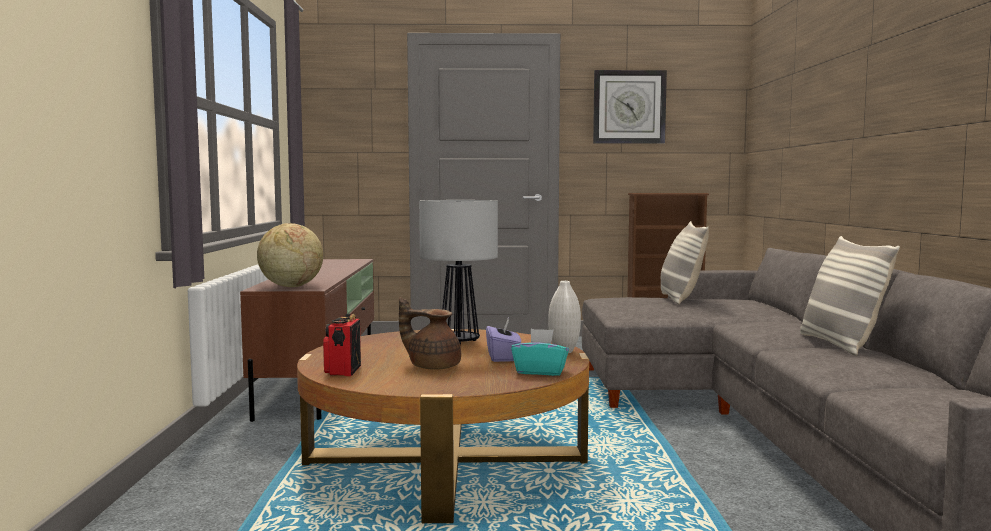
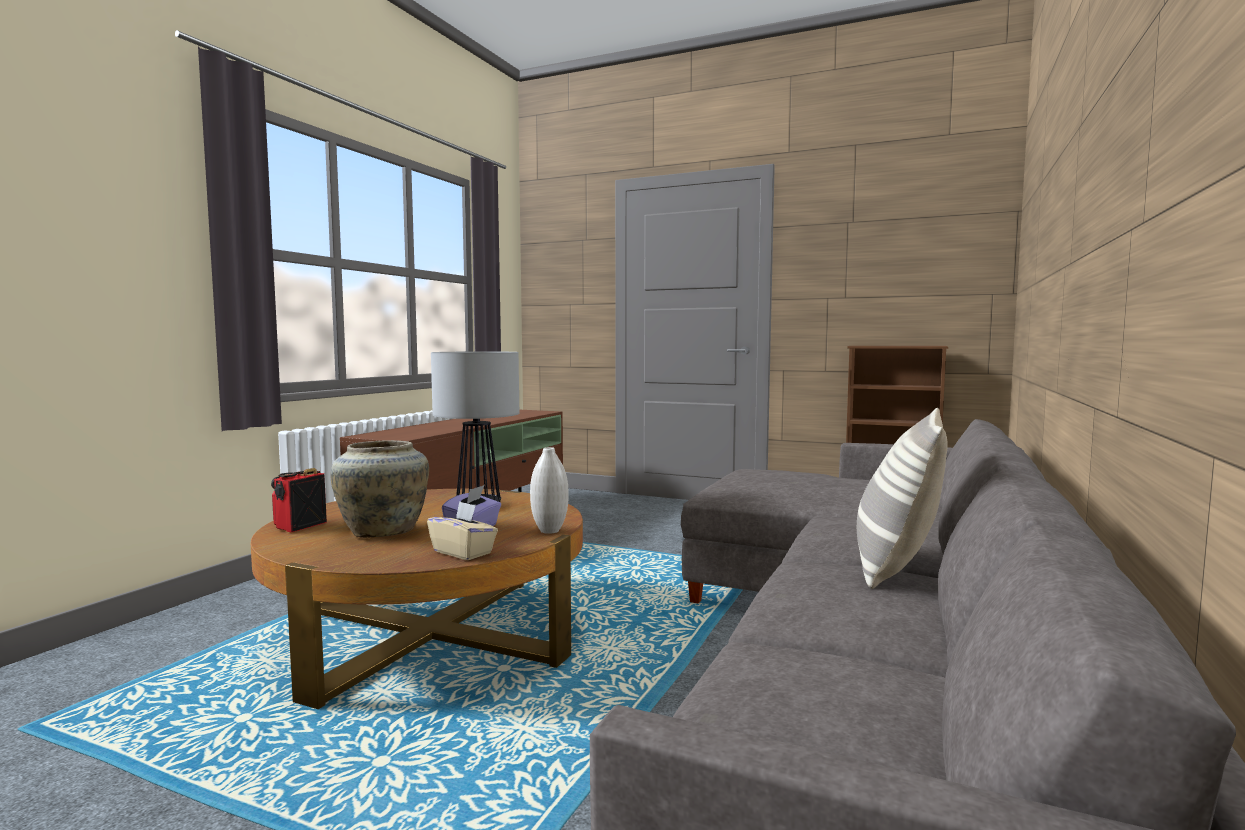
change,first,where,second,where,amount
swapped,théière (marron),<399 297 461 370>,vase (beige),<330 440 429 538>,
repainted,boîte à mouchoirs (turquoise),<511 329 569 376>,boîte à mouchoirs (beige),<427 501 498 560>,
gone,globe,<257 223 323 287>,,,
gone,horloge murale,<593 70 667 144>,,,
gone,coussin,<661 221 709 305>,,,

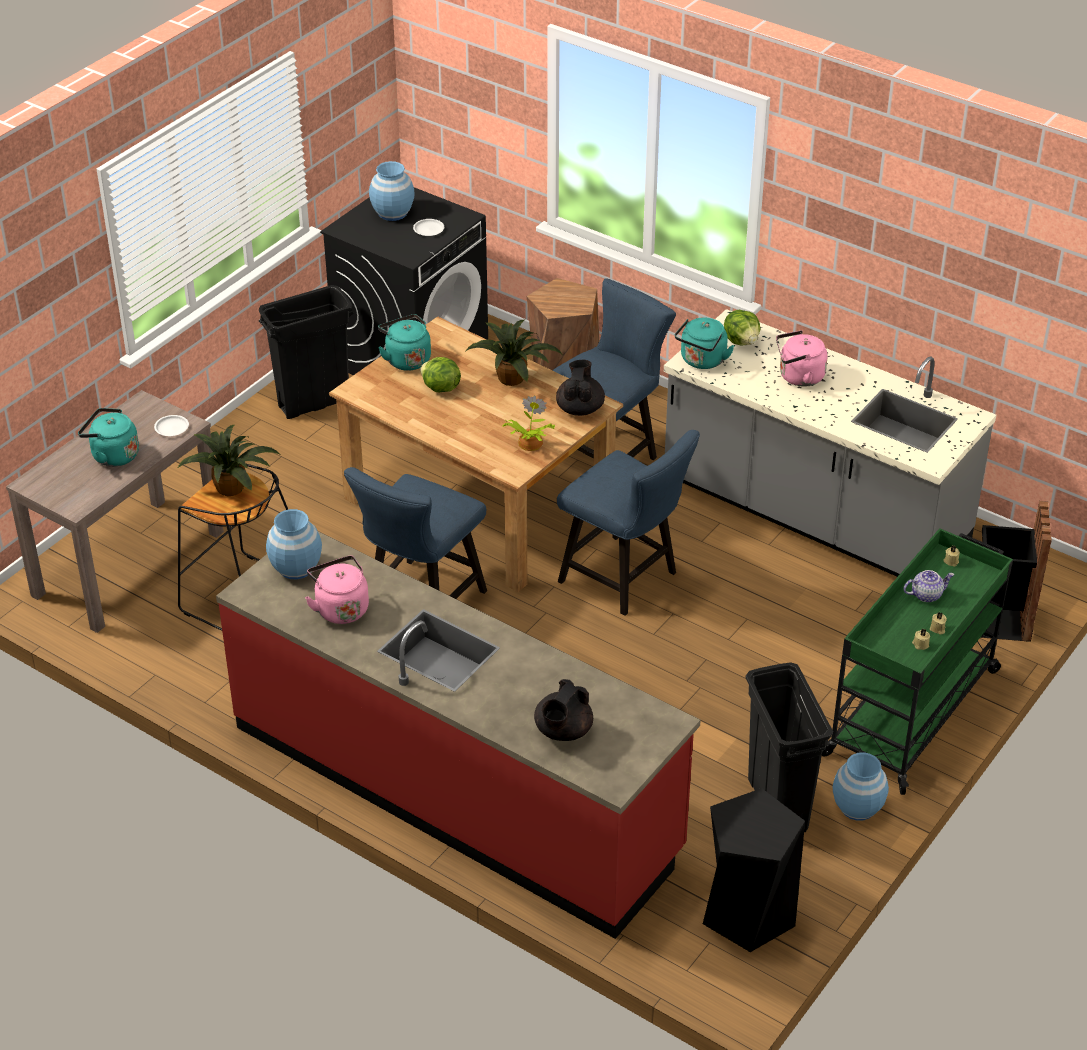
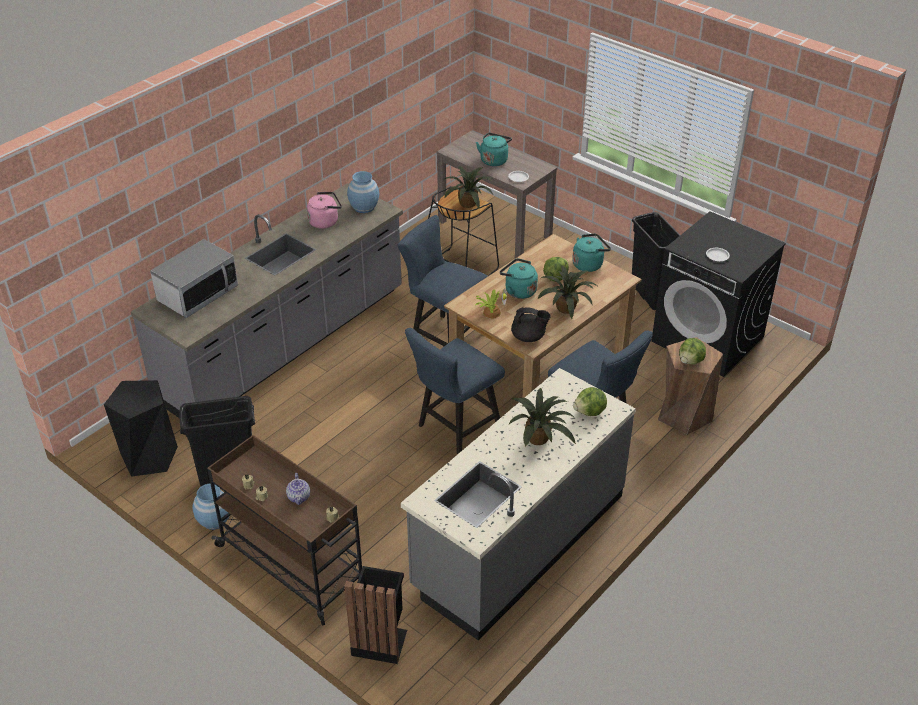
change,first,where,second,where,amount
repainted,comptoir de cuisine (rouge),<216 531 701 939>,comptoir de cuisine (gris),<131 183 403 419>,
swapped,théière (noir),<534 679 593 741>,micro-ondes,<150 239 238 318>,
repainted,chariot (vert),<822 528 1013 795>,chariot (marron),<207 435 362 626>,
shifted,bouilloire (turquoise),<675 318 734 369>,,<500 258 538 299>,
swapped,bouilloire (rose),<776 330 828 387>,plante en pot,<509 388 576 447>,
new,,,laitue,<679 338 706 364>,
gone,vase (bleu),<369 161 415 221>,,,

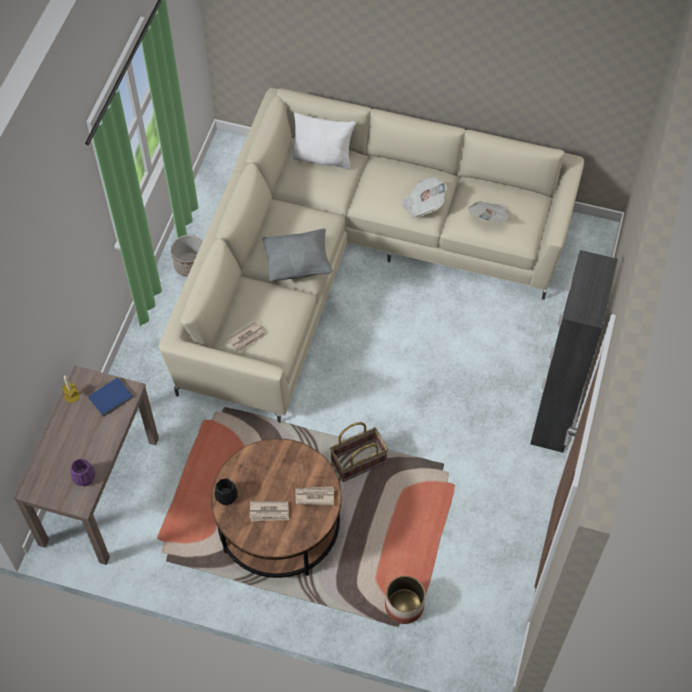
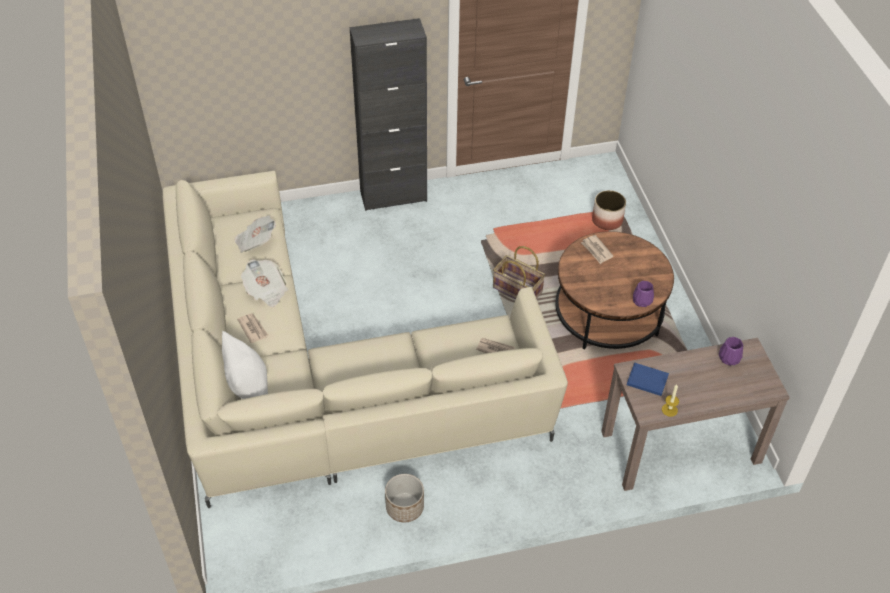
change,first,where,second,where,amount
shifted,journal,<250 501 289 521>,,<237 313 269 343>,
repainted,vase (noir),<214 478 238 505>,vase (violet),<633 281 654 307>,
gone,coussin (gris),<262 228 333 281>,,,

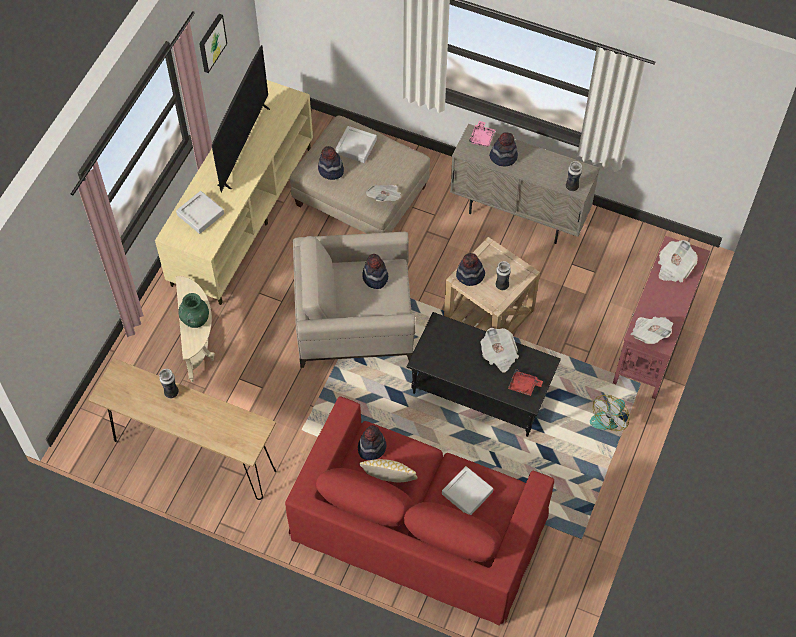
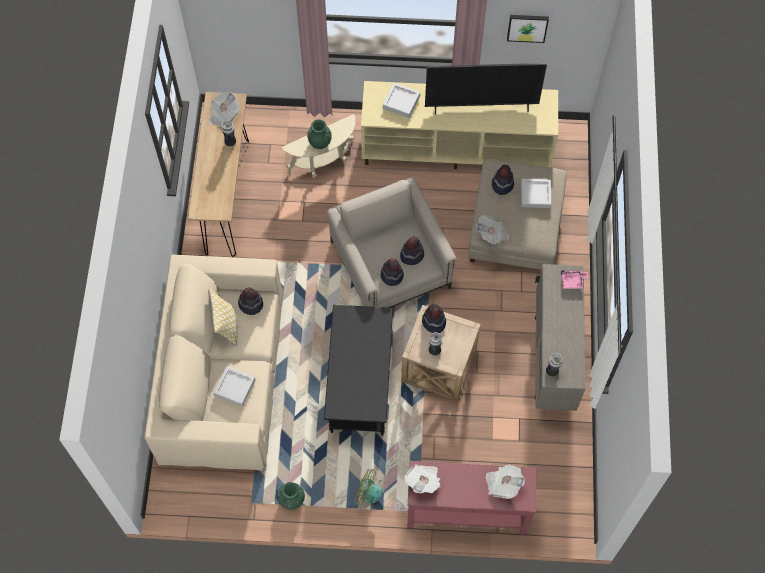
change,first,where,second,where,amount
repainted,canapé (rouge),<285 396 554 626>,canapé (beige),<145 255 284 471>,
shifted,journal,<480 327 519 373>,,<208 92 240 127>,
new,,,vase (vert),<277 482 305 510>,
shifted,chapeau,<489 132 518 166>,,<381 258 404 286>,
gone,plateau (rouge),<508 369 543 396>,,,

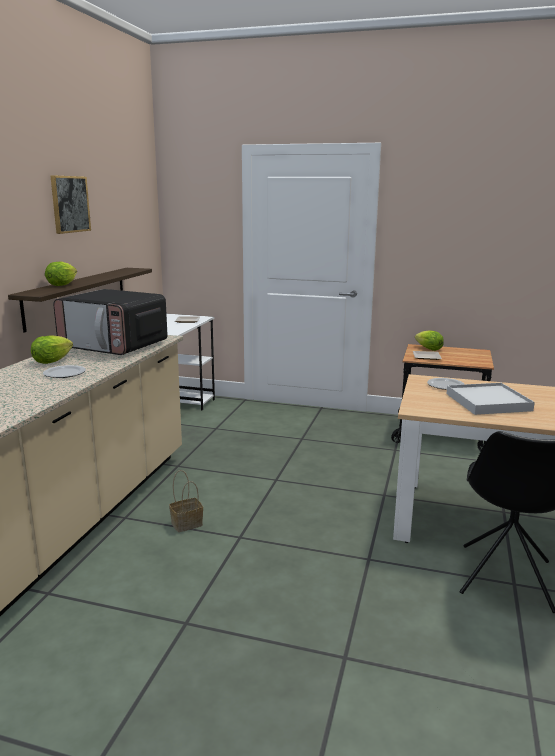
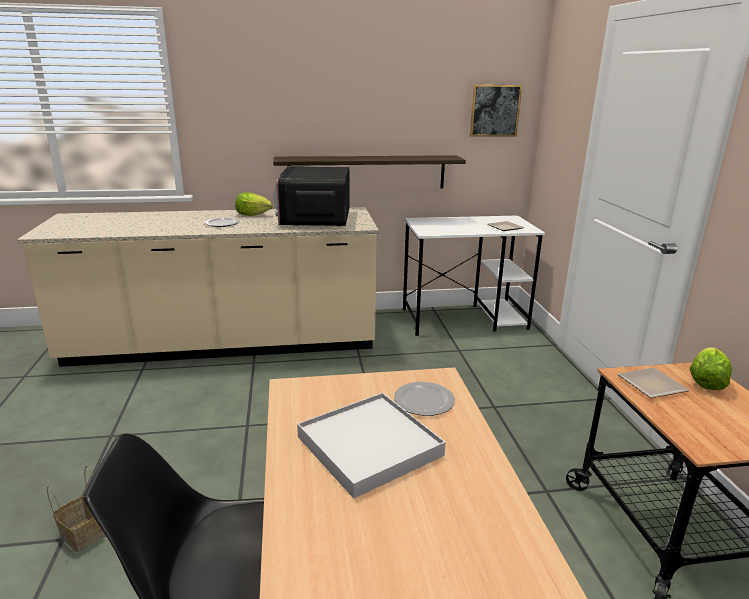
change,first,where,second,where,amount
shifted,panier,<169 470 203 532>,,<47 465 105 552>,
shifted,tableau,<51 175 91 234>,,<470 85 522 137>,
gone,laitue,<45 261 77 286>,,,

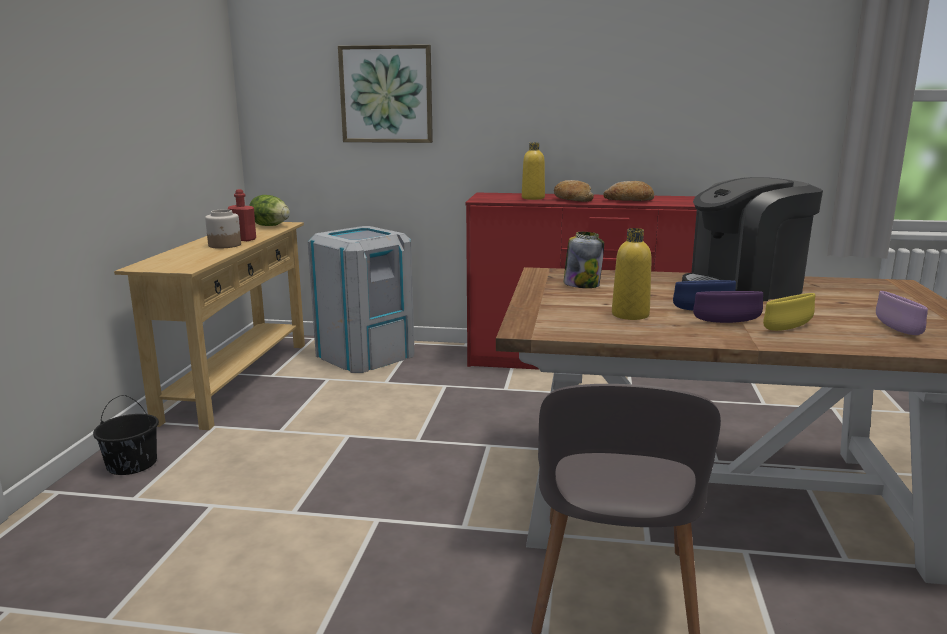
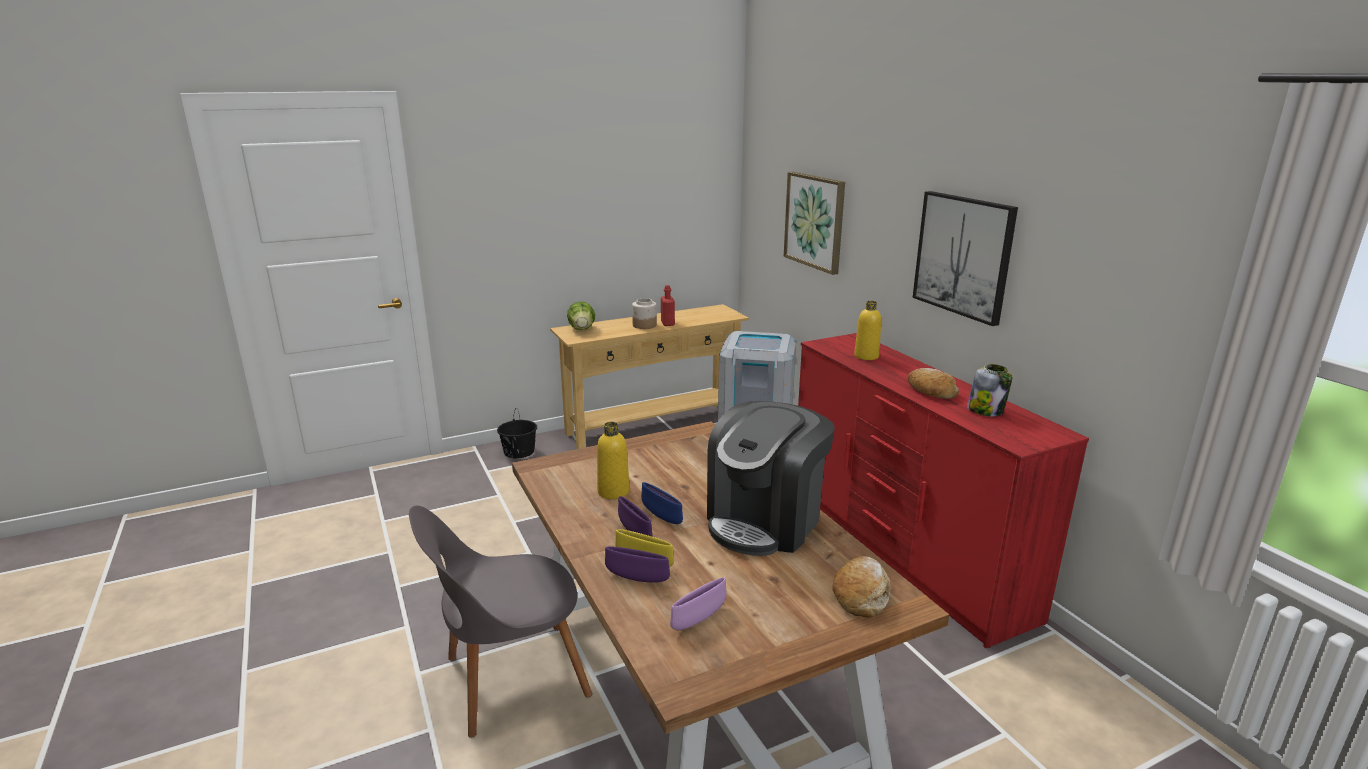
change,first,where,second,where,amount
shifted,laitue,<249 195 290 226>,,<567 301 595 330>,
new,,,bol (violet),<605 546 670 583>,
rotated,machine à café,<682 177 823 301>,,<707 401 835 556>,90 degrees counterclockwise
shifted,pain,<554 180 594 202>,,<832 556 890 618>,
new,,,tableau,<913 191 1018 326>,
shifted,bocal,<564 232 604 288>,,<967 364 1013 416>,

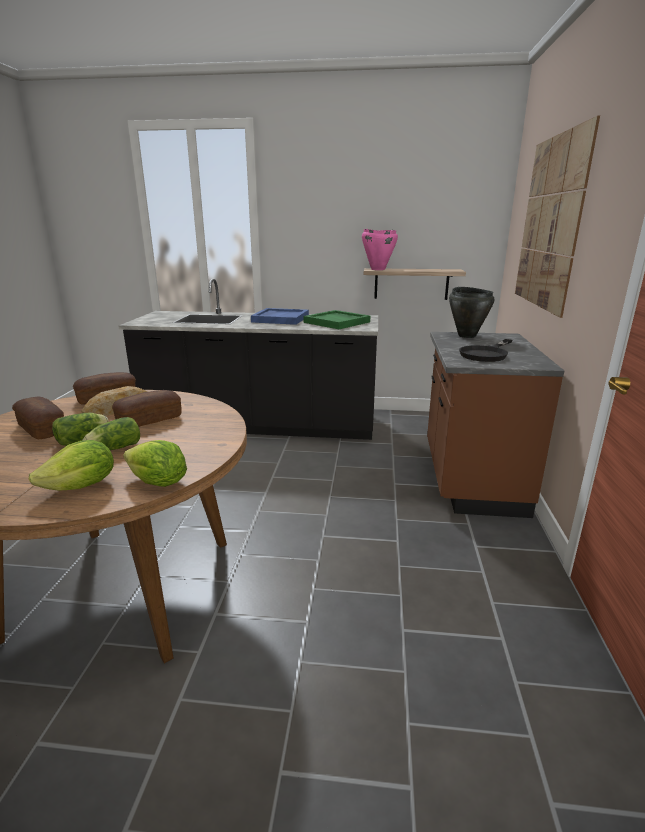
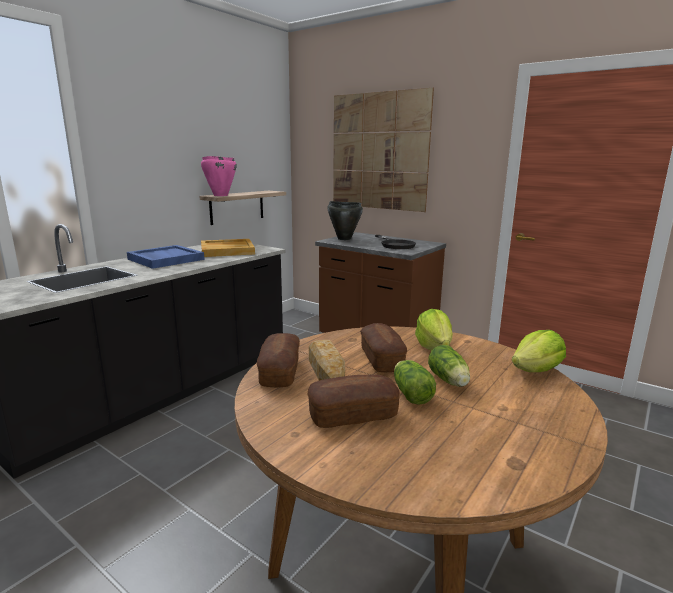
change,first,where,second,where,amount
repainted,plateau (vert),<304 310 370 329>,plateau (beige),<201 239 255 257>,
shifted,laitue,<29 440 114 491>,,<415 309 453 351>,

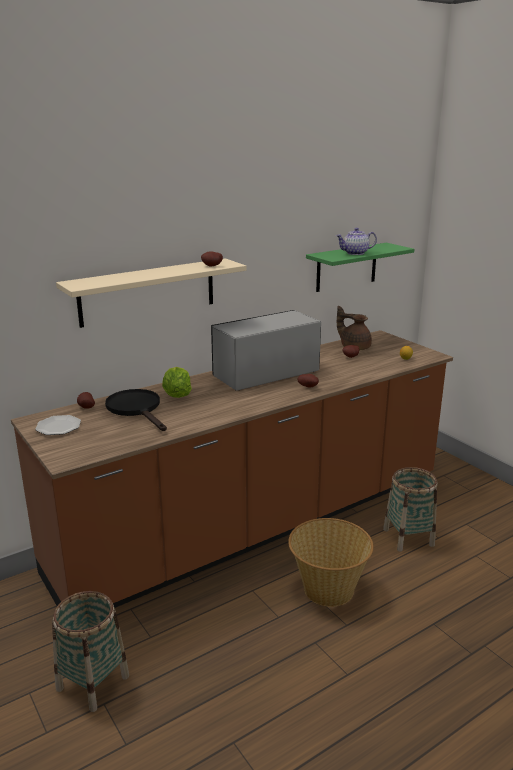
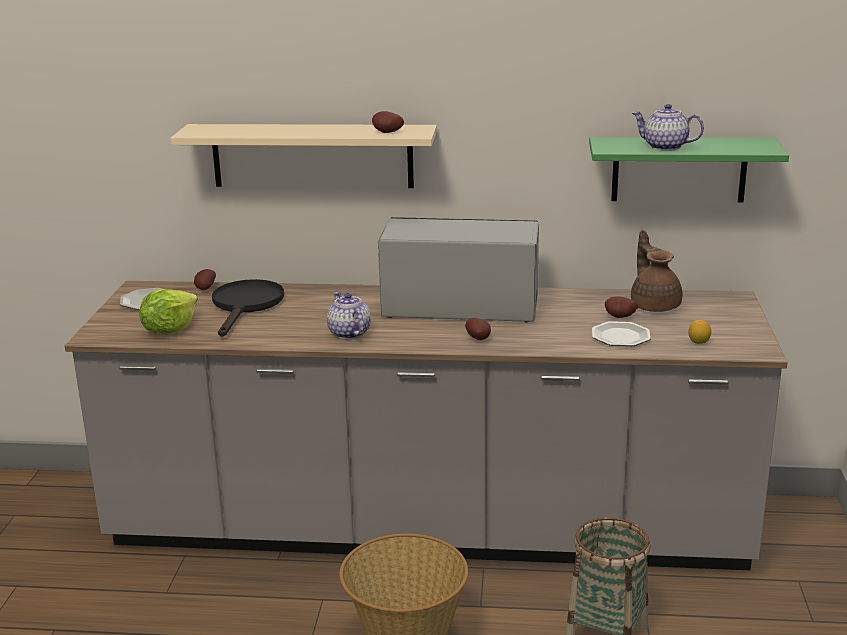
change,first,where,second,where,amount
repainted,comptoir de cuisine (marron),<11 330 453 608>,comptoir de cuisine (gris),<65 281 788 570>,
shifted,laitue,<162 367 192 398>,,<139 289 198 334>,
new,,,théière,<327 292 371 339>,
new,,,assiette,<592 321 651 346>,
gone,panier,<52 591 129 712>,,,

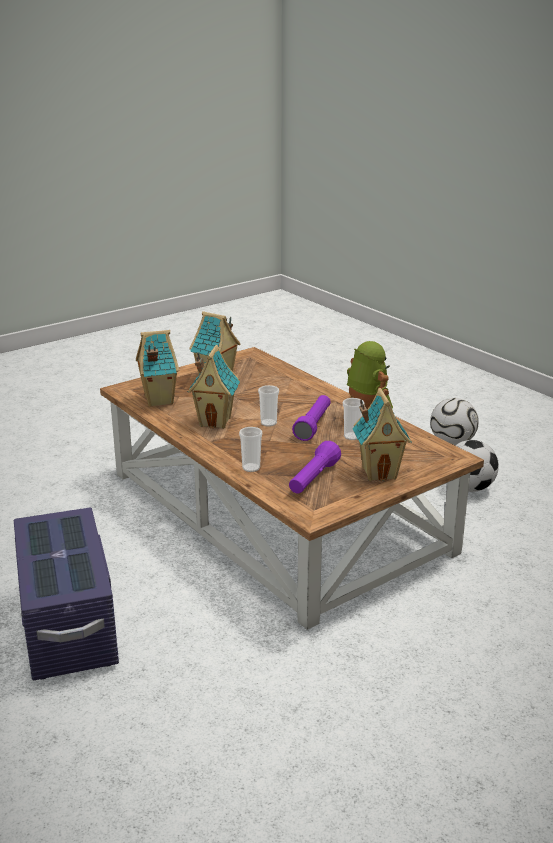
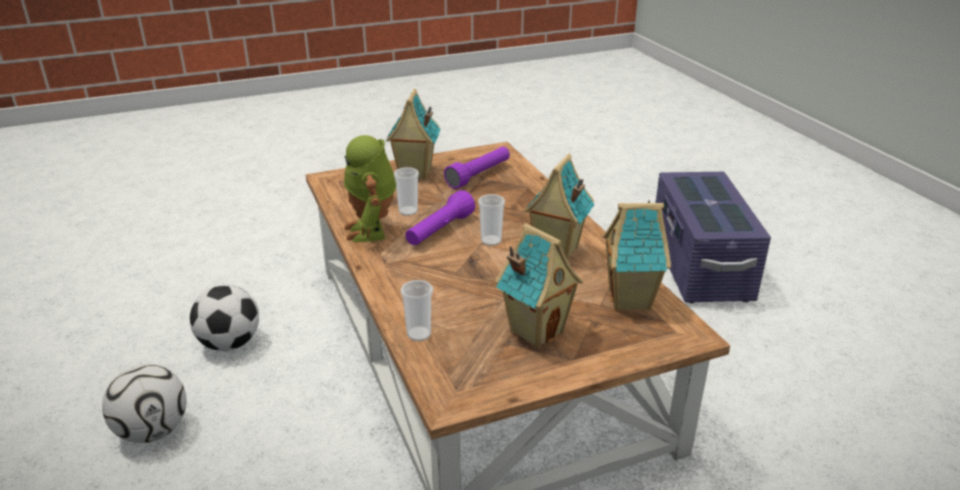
change,first,where,second,where,amount
shifted,tasse,<239 427 262 472>,,<401 280 433 341>,

